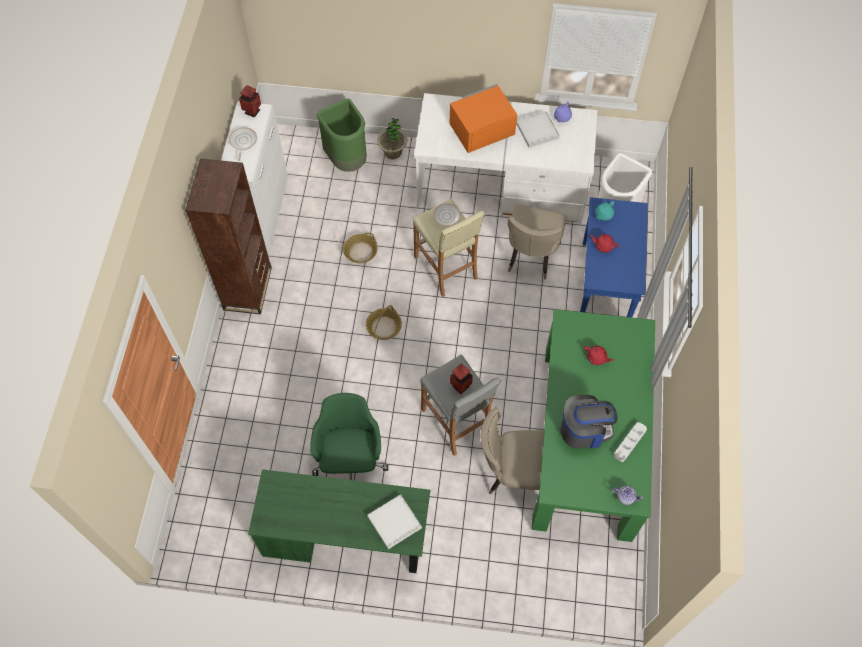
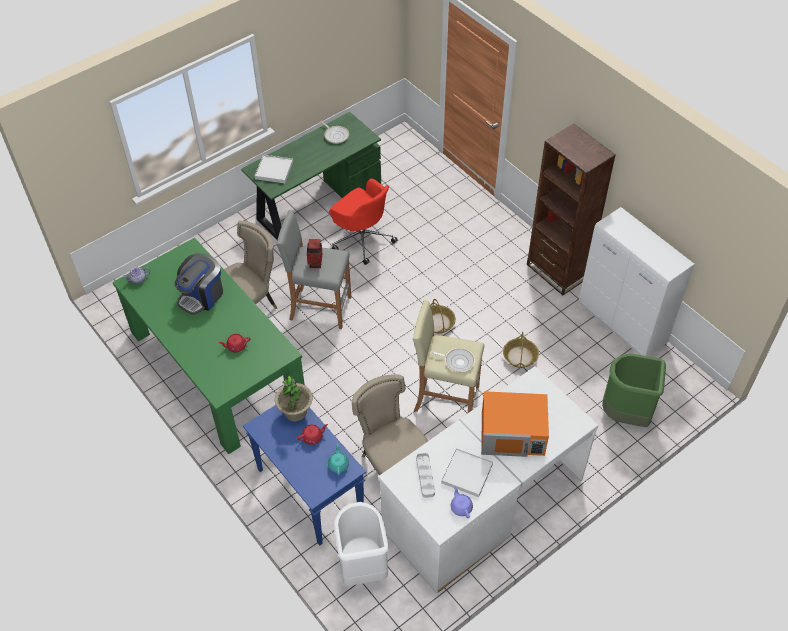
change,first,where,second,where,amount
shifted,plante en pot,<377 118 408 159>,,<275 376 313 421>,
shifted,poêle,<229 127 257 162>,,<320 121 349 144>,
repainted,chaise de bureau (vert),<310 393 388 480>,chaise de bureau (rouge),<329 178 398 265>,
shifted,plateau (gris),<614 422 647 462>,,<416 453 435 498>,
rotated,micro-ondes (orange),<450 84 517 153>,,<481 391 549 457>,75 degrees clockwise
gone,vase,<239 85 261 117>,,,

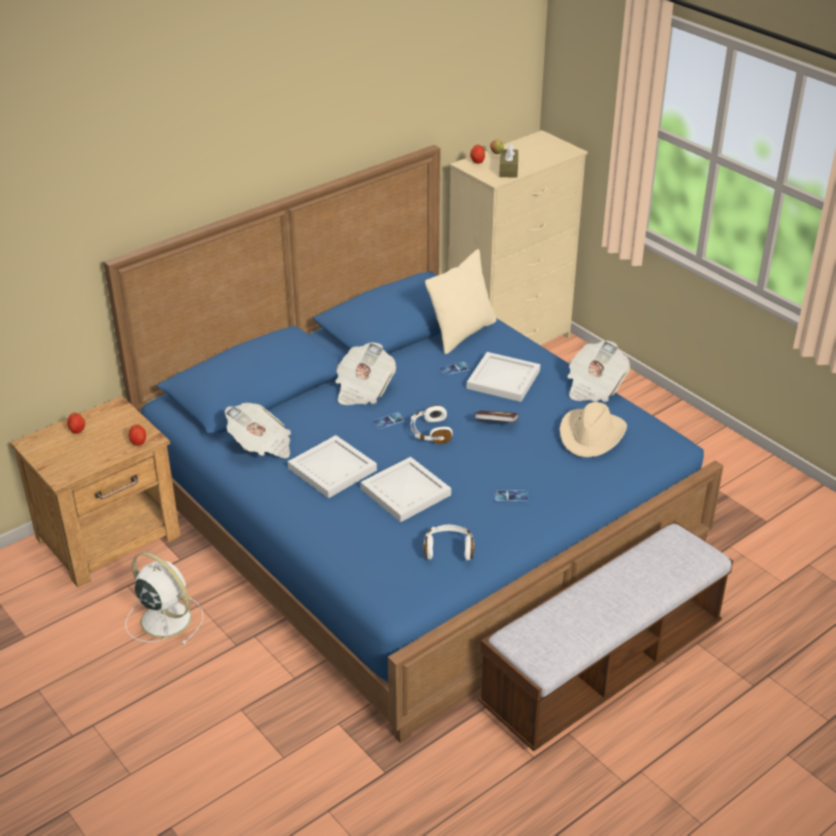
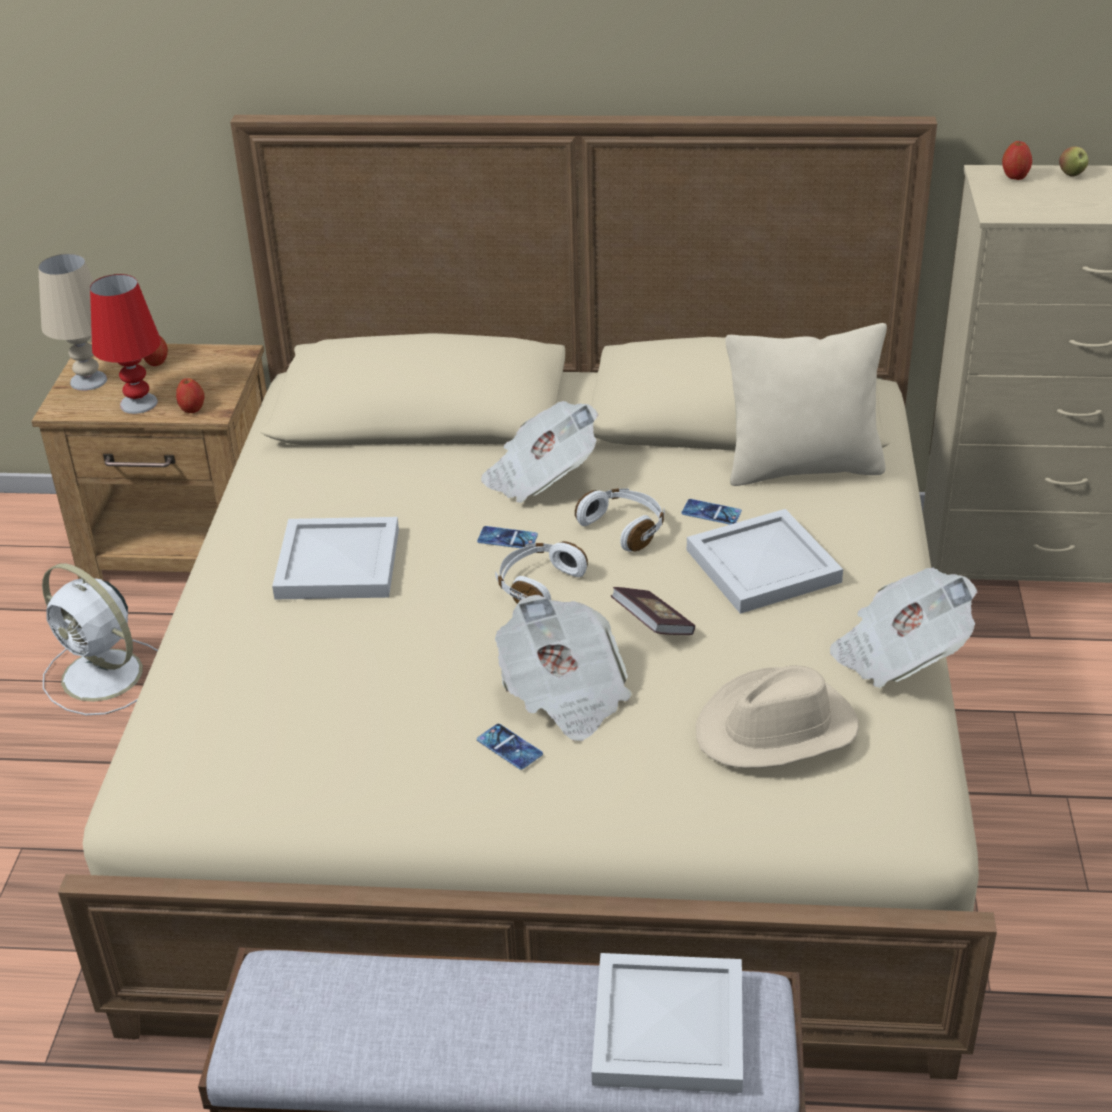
change,first,where,second,where,amount
new,,,lampe de table (beige),<38 254 107 391>,
rotated,ventilateur (blanc),<125 552 204 645>,,<42 563 158 715>,135 degrees clockwise
repainted,lit (bleu),<103 145 724 743>,lit (beige),<58 115 997 1080>,
new,,,lampe de table (rouge),<90 274 161 414>,
shifted,journal,<225 403 291 458>,,<495 595 632 741>,
shifted,casque audio (blanc),<423 525 475 561>,,<575 488 665 552>,
shifted,plateau (blanc),<360 457 451 522>,,<592 953 743 1093>,
gone,boîte à mouchoirs (marron),<499 143 518 178>,,,

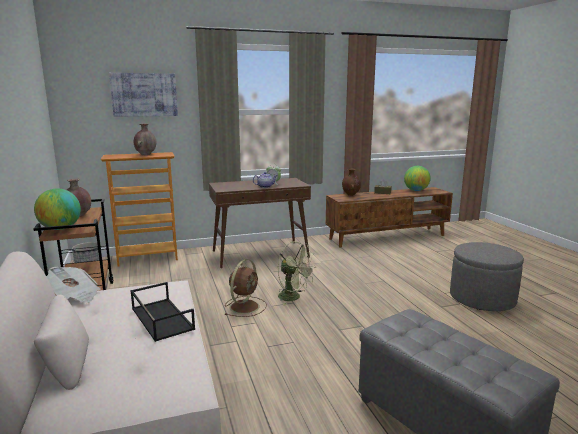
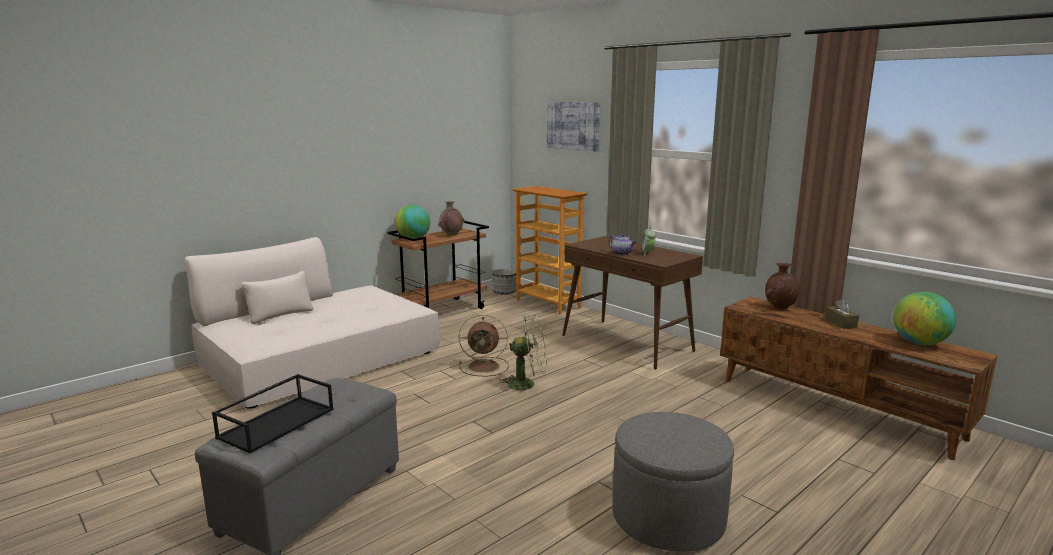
change,first,where,second,where,amount
shifted,plateau (noir),<130 282 195 342>,,<212 374 334 454>,
rotated,ventilateur (vert),<278 242 316 306>,,<499 315 547 395>,105 degrees counterclockwise
gone,journal,<46 267 101 303>,,,
gone,vase (marron),<134 124 156 155>,,,

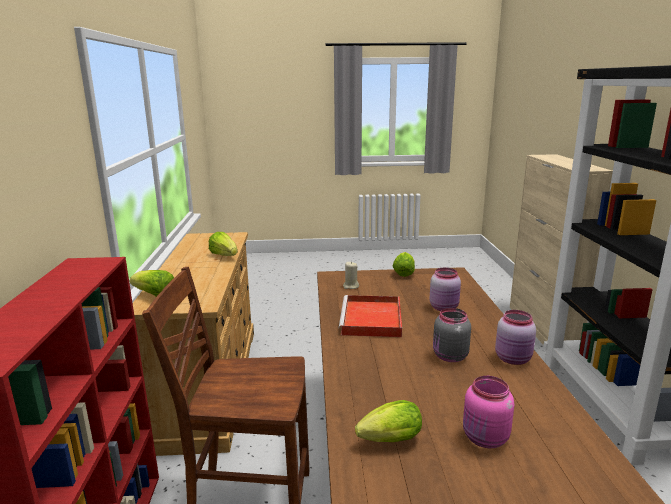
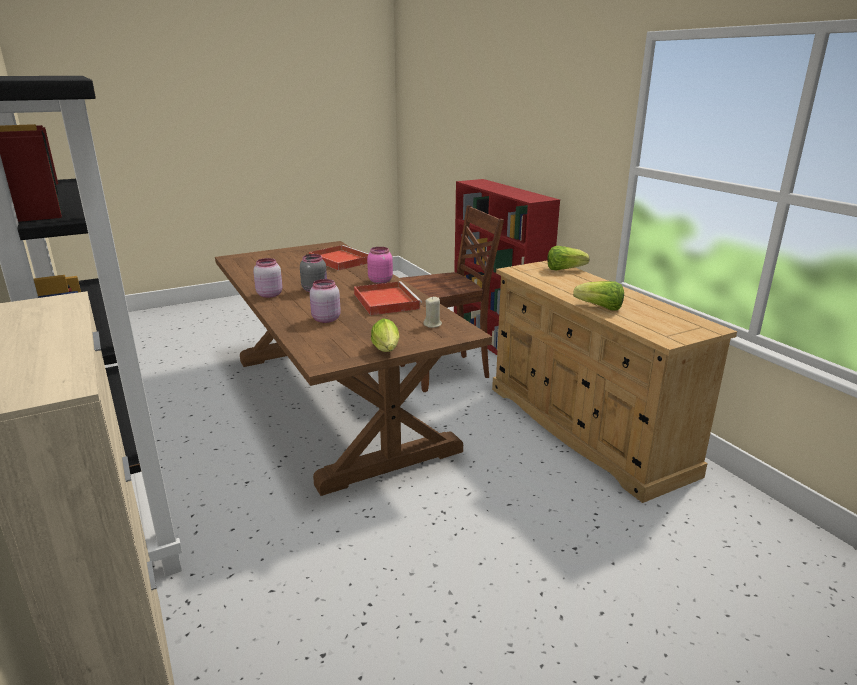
change,first,where,second,where,amount
swapped,laitue,<355 400 422 442>,plateau (rouge),<309 245 369 271>,
shifted,bocal (rose),<463 376 514 448>,,<367 247 393 284>,

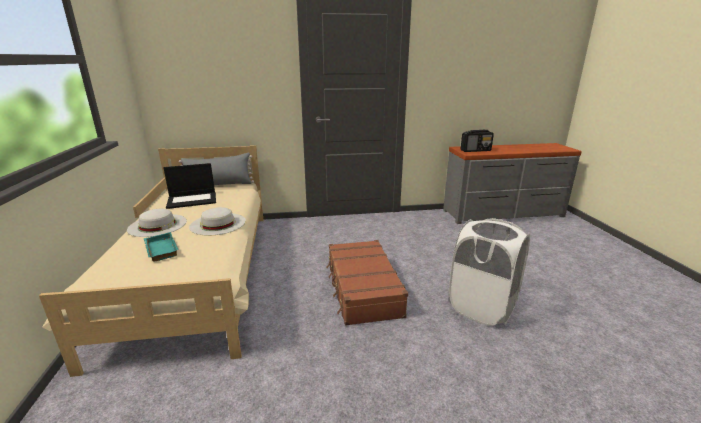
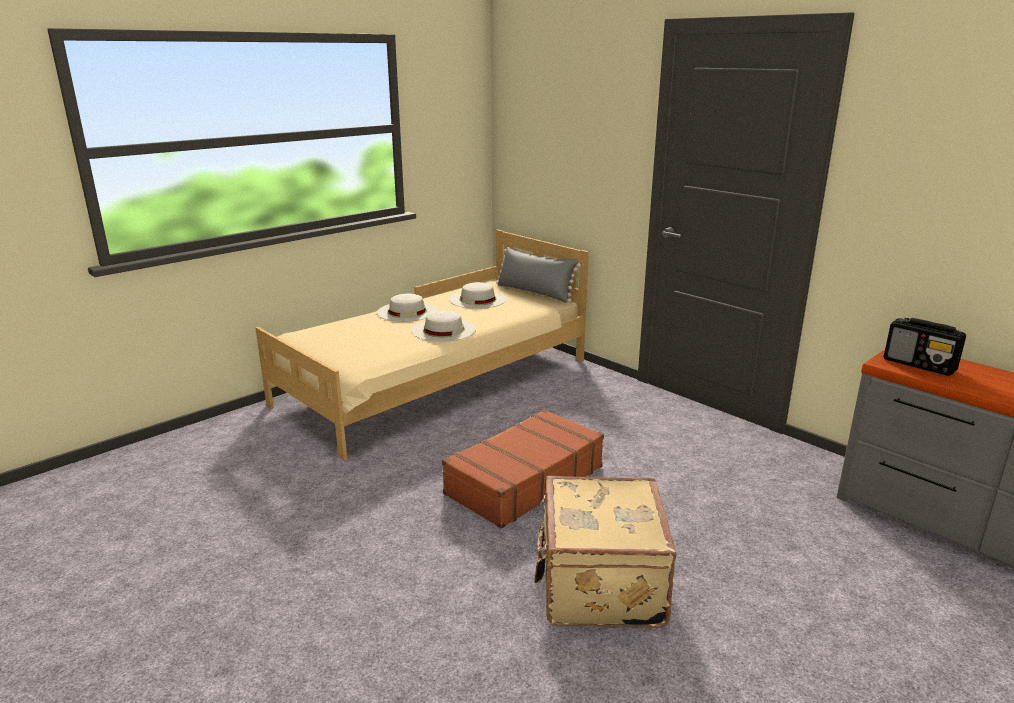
change,first,where,second,where,amount
swapped,ordinateur portable,<164 163 216 209>,chapeau (blanc),<449 282 506 309>,
swapped,panier à linge (blanc),<449 218 530 326>,valise (beige),<535 476 676 628>,
gone,plateau (turquoise),<144 232 179 262>,,,

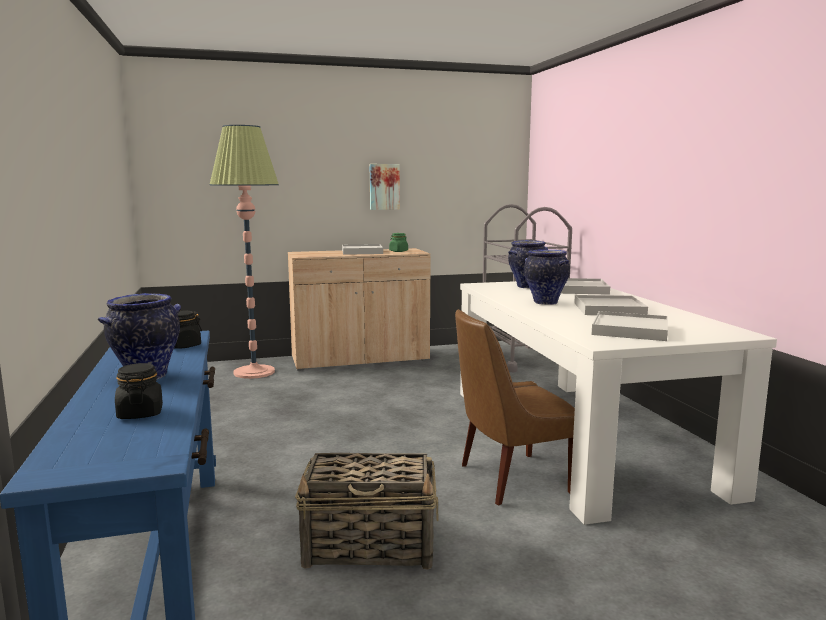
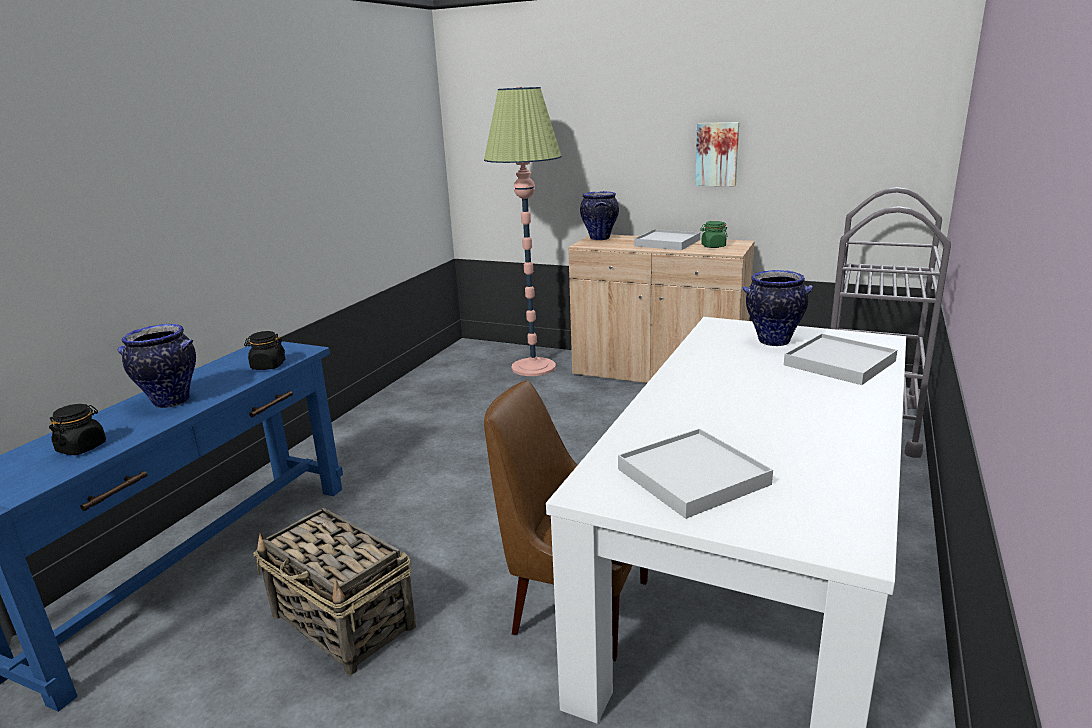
change,first,where,second,where,amount
shifted,vase,<524 250 570 305>,,<580 191 619 240>,
gone,plateau (blanc),<574 295 648 315>,,,

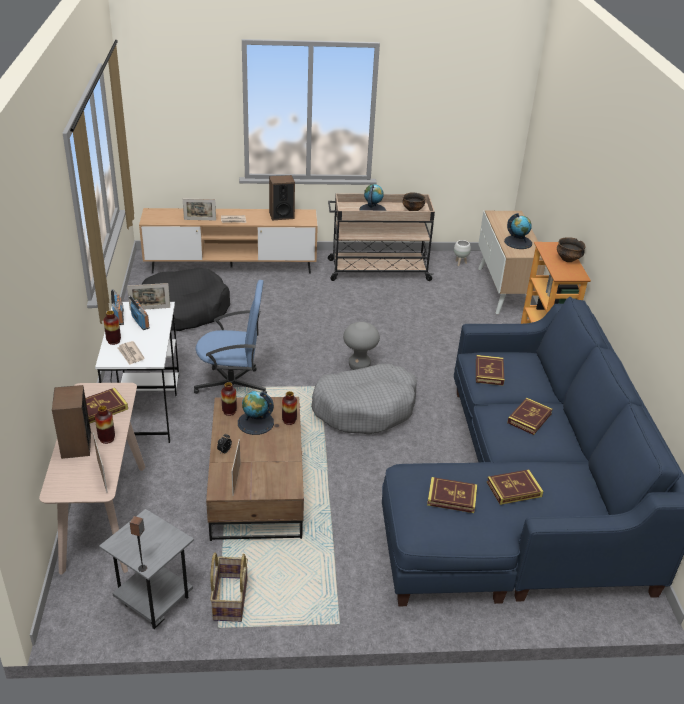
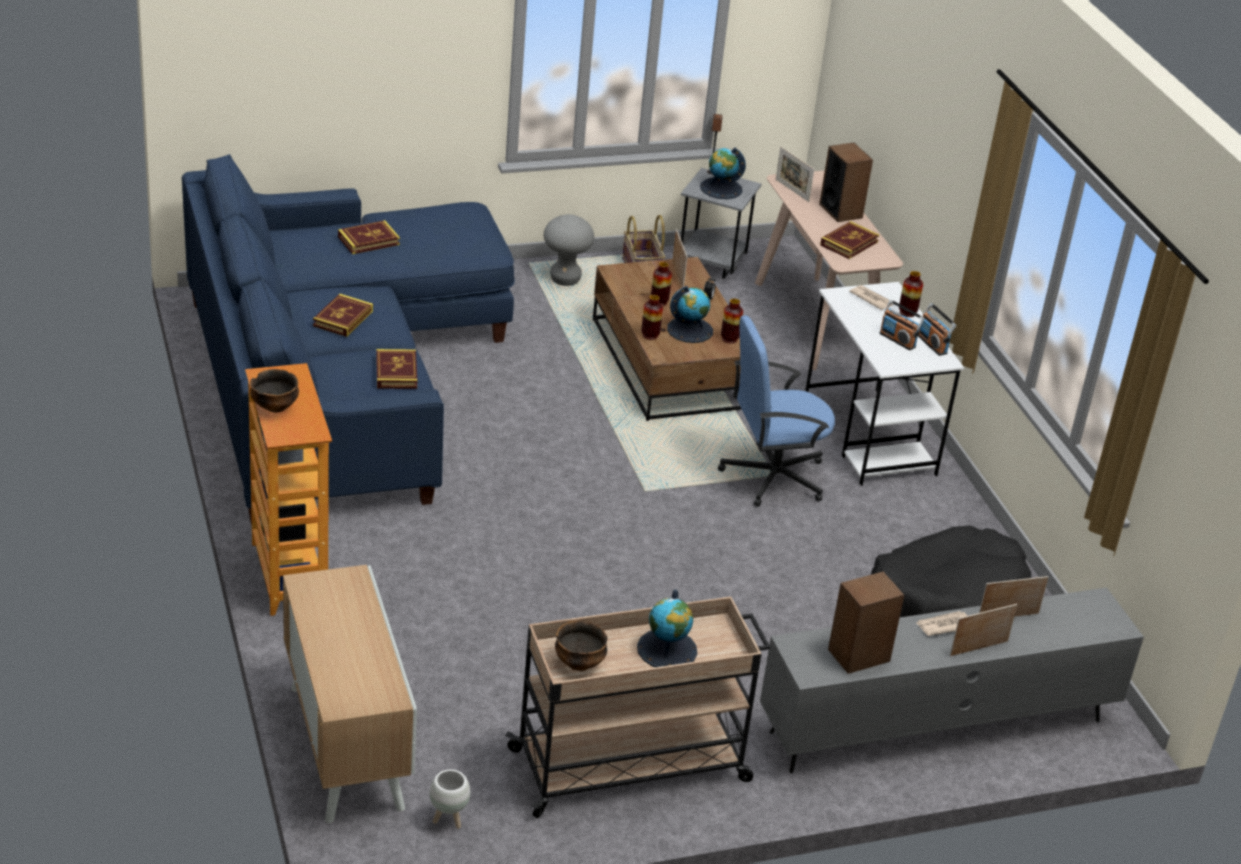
change,first,where,second,where,amount
shifted,tabouret (gris),<343 322 380 370>,,<544 214 594 286>,
shifted,vase,<95 406 115 444>,,<651 262 672 306>,
shifted,globe,<504 213 532 249>,,<700 147 746 199>,
repainted,meuble télé (marron),<139 208 318 274>,meuble télé (gris),<760 588 1144 773>,
shifted,cadre photo,<127 283 170 310>,,<950 604 1018 656>,
gone,panier pour chien (gris),<311 364 417 435>,,,
gone,livre,<427 477 477 513>,,,

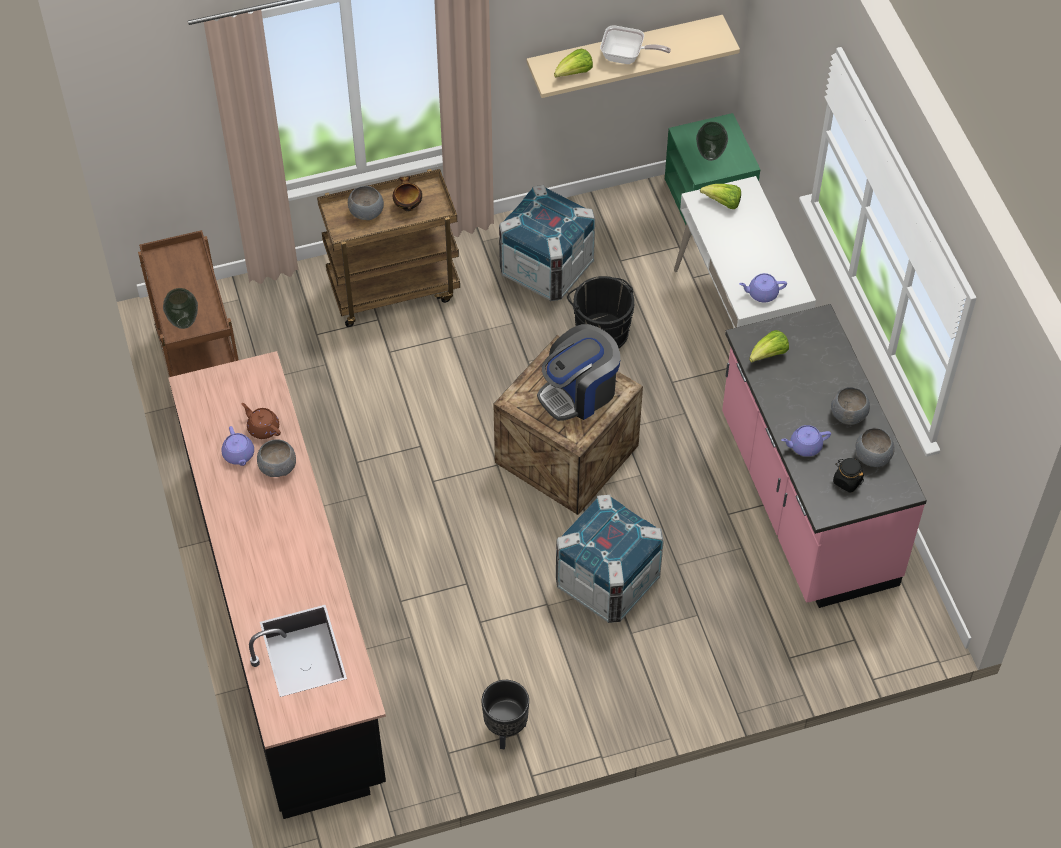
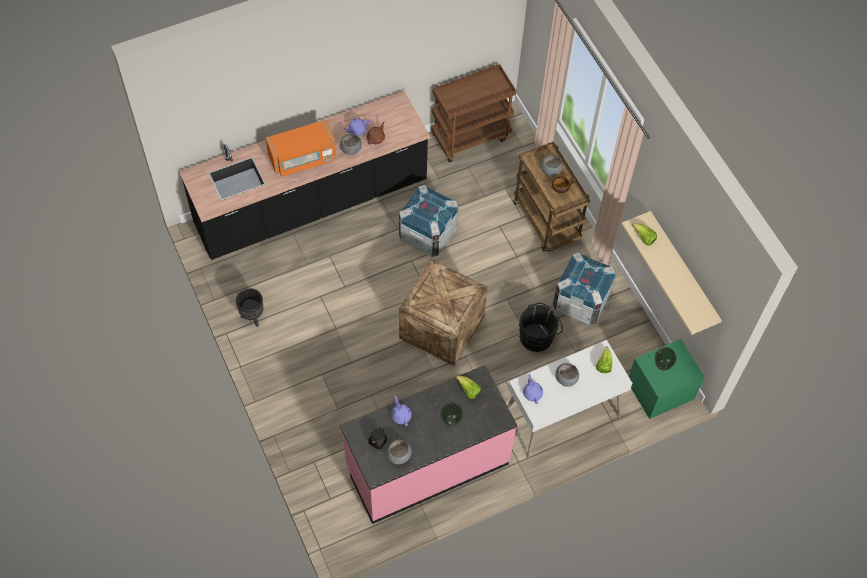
change,first,where,second,where,amount
new,,,micro-ondes (orange),<265 120 336 177>,
shifted,caisse,<556 495 664 623>,,<399 185 459 257>,
shifted,vase,<163 288 198 329>,,<440 402 463 427>,
shifted,bol (gris),<831 387 870 425>,,<555 363 579 387>,
gone,machine à café,<537 324 621 421>,,,
gone,poêle,<600 25 671 64>,,,

